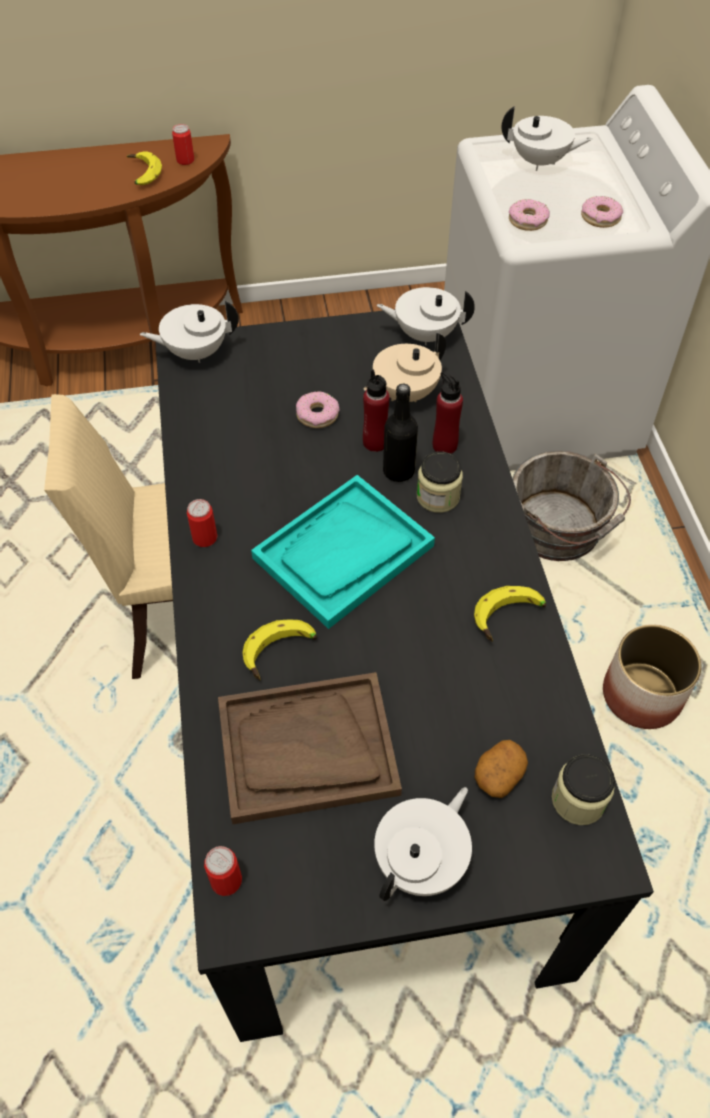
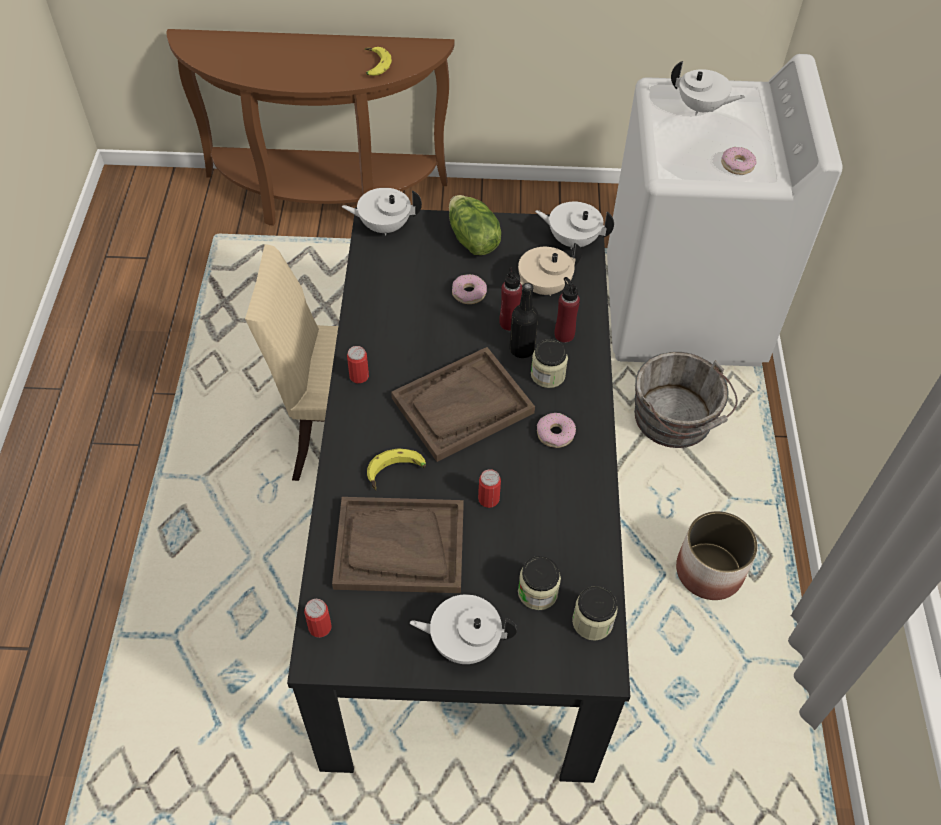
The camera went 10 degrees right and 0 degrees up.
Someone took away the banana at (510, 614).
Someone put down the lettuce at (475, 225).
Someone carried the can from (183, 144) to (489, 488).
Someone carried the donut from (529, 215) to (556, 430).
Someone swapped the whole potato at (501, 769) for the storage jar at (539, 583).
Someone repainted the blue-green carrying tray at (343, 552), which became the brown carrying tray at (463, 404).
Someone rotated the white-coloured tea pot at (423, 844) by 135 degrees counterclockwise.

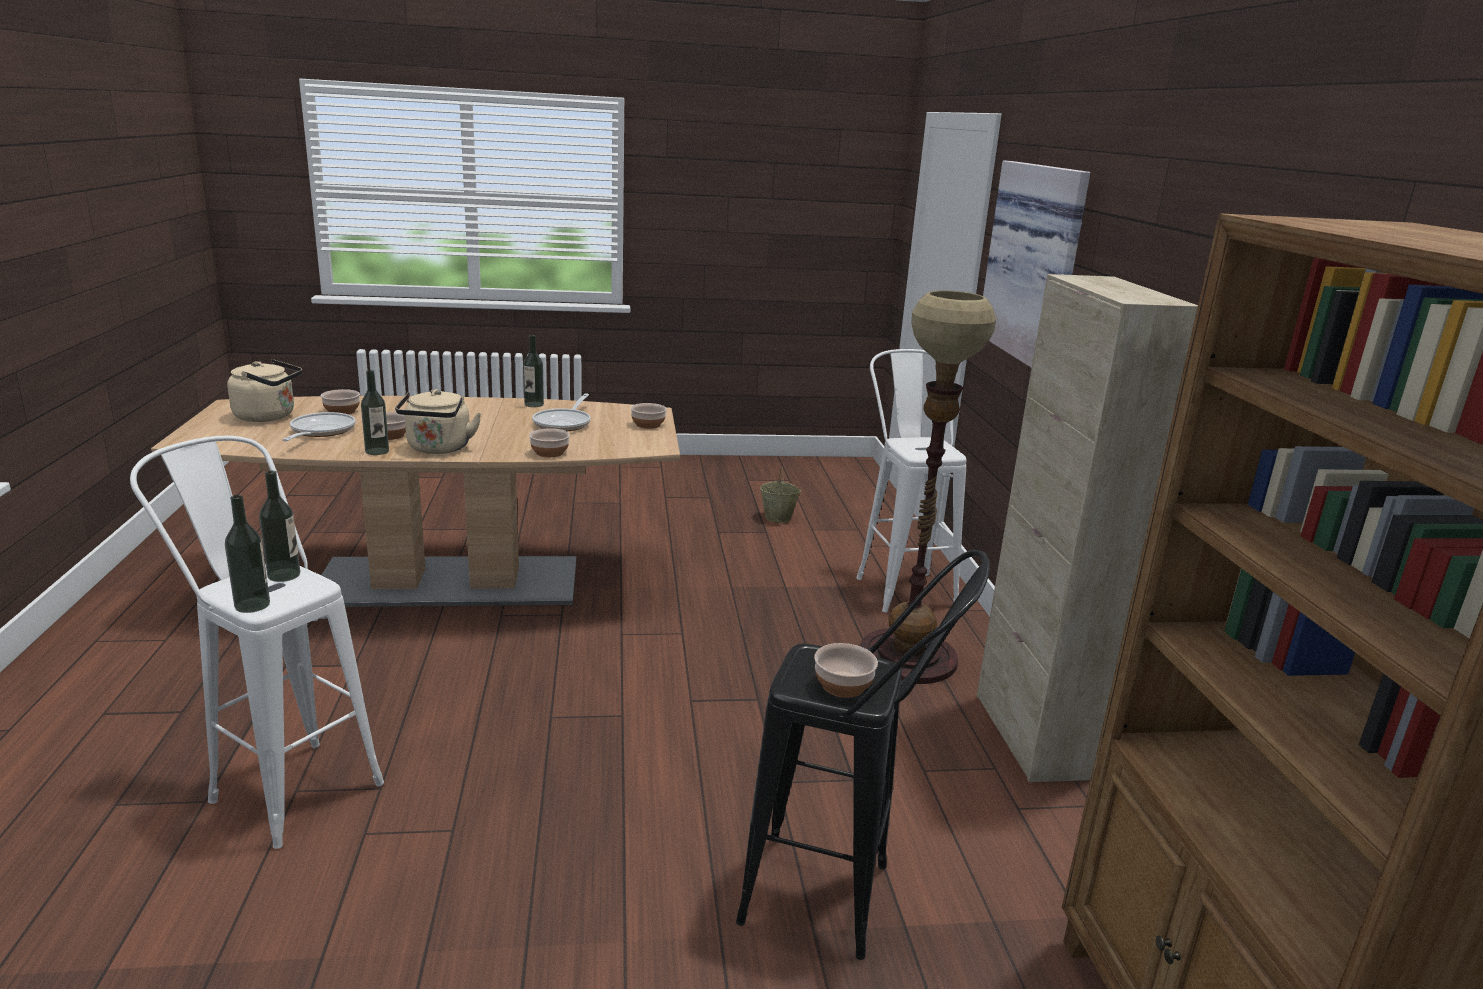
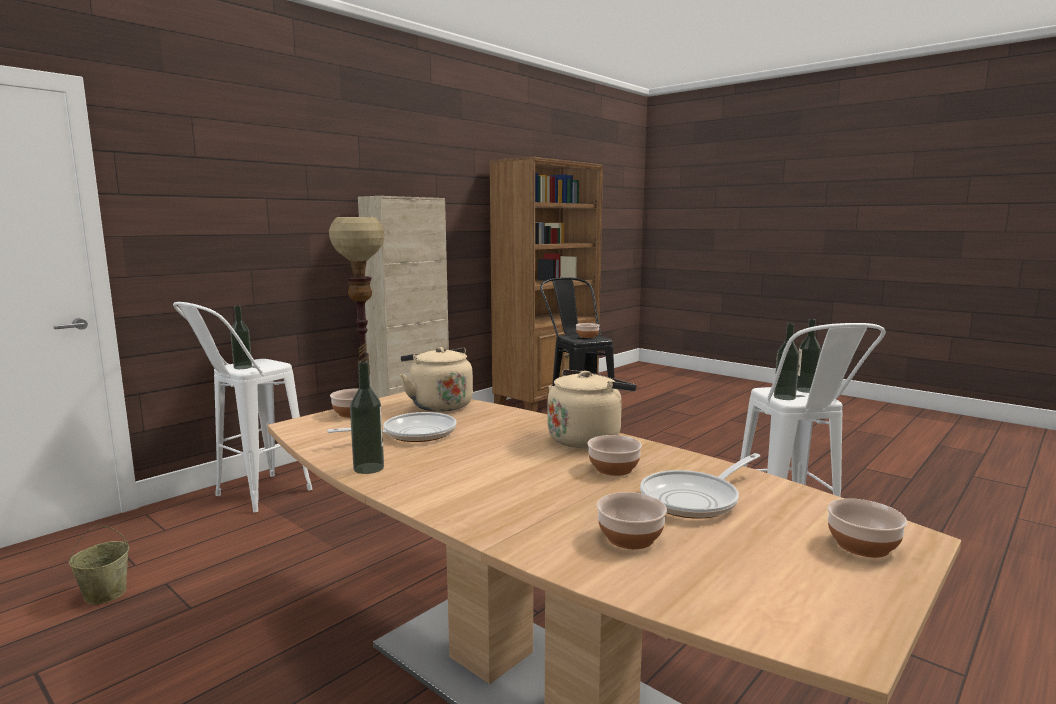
The camera went 130 degrees left and 10 degrees down.
Someone took away the picture at (1036, 264).
Someone carried the sand-coloured tea kettle from (264, 390) to (436, 379).
Someone carried the bottle from (375, 412) to (241, 337).
Someone carried the bowl from (549, 443) to (867, 528).

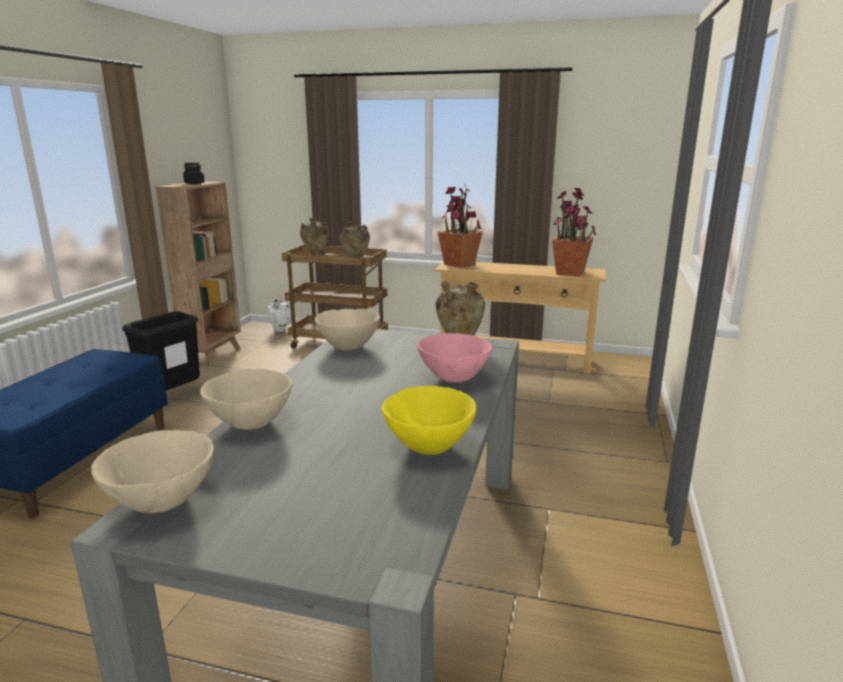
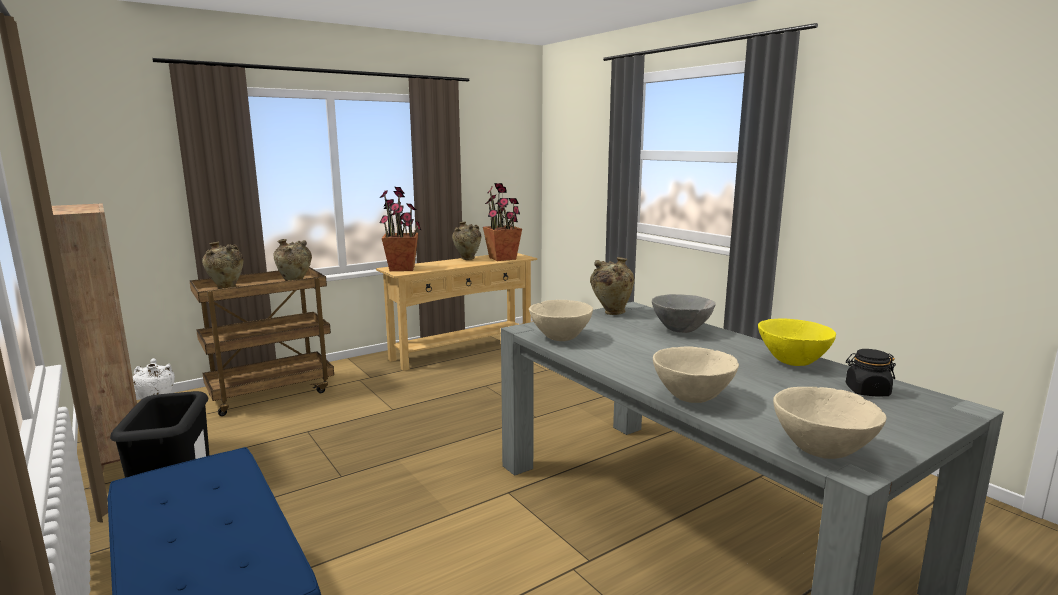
The camera went 50 degrees left and 5 degrees down.
Someone put down the sand-coloured flower vase at (466, 241).
Someone carried the black-coloured storage jar from (194, 173) to (871, 372).
Someone repainted the pinkish bowl at (454, 358), which became the grey bowl at (684, 313).

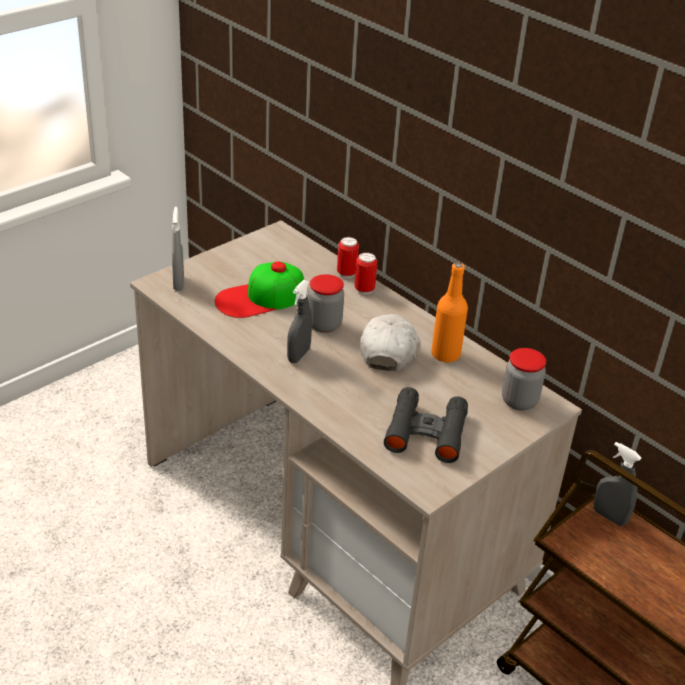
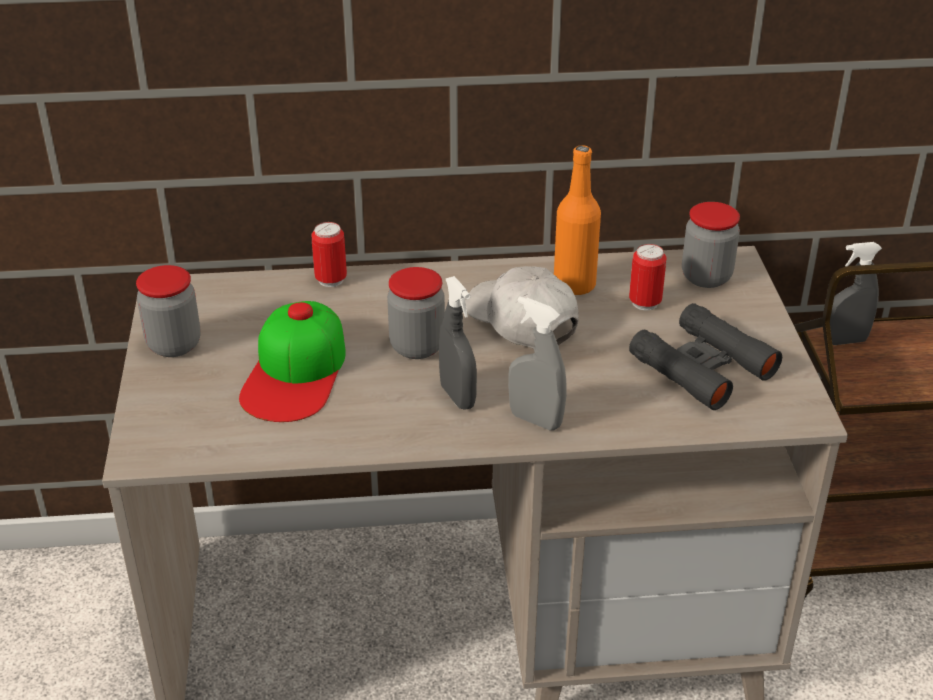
The camera went 50 degrees left and 0 degrees up.
Someone put down the storage jar at (168, 311).
Someone carried the grey hand sprayer from (178, 249) to (537, 363).
Someone carried the can from (365, 273) to (647, 277).

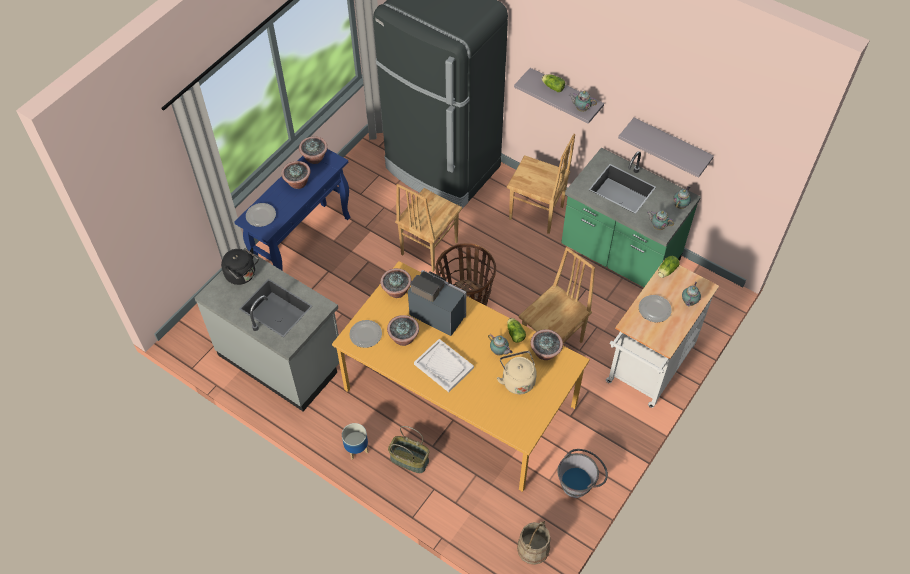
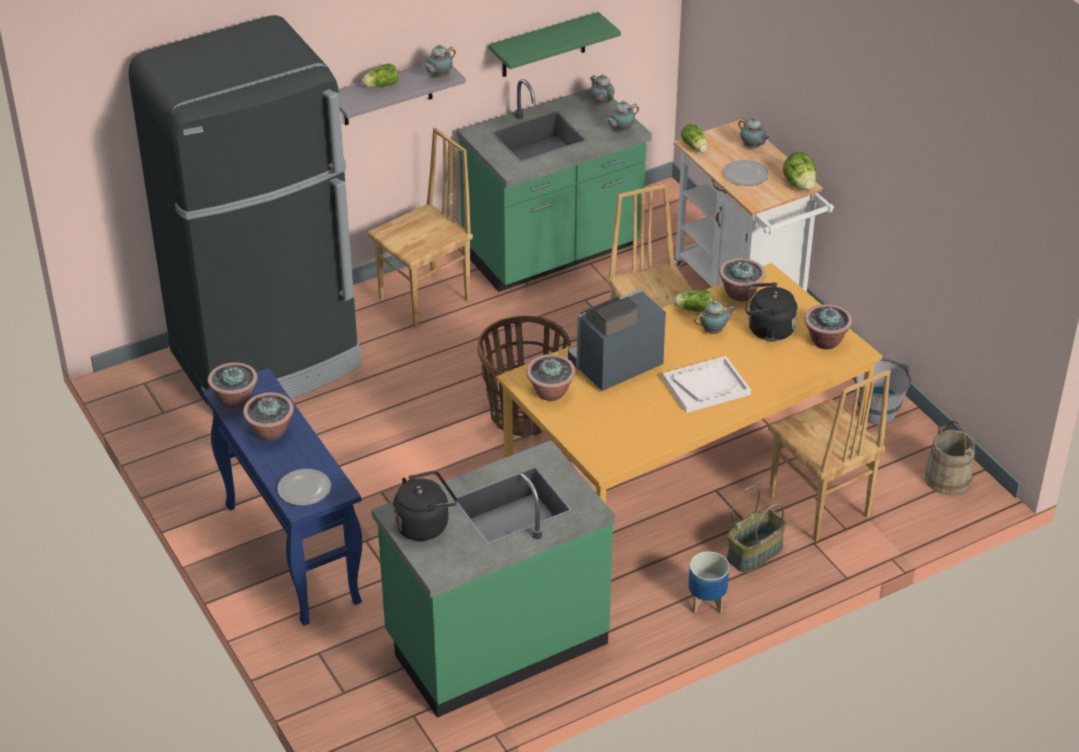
The camera went 65 degrees left and 15 degrees down.
Someone took away the dinner plate at (365, 334).
Someone put down the lettuce at (800, 171).
Someone carried the potted plant from (403, 330) to (828, 326).
Someone carried the brown plain chair from (428, 228) to (829, 456).
Someone repainted the grey kitchen counter at (267, 329), which became the greenish kitchen counter at (493, 579).
Someone repainted the sand-coloured tea kettle at (517, 372), which became the black-coloured tea kettle at (772, 311).
Someone repainted the grey wall shelf at (666, 148), which became the greenish wall shelf at (554, 44).

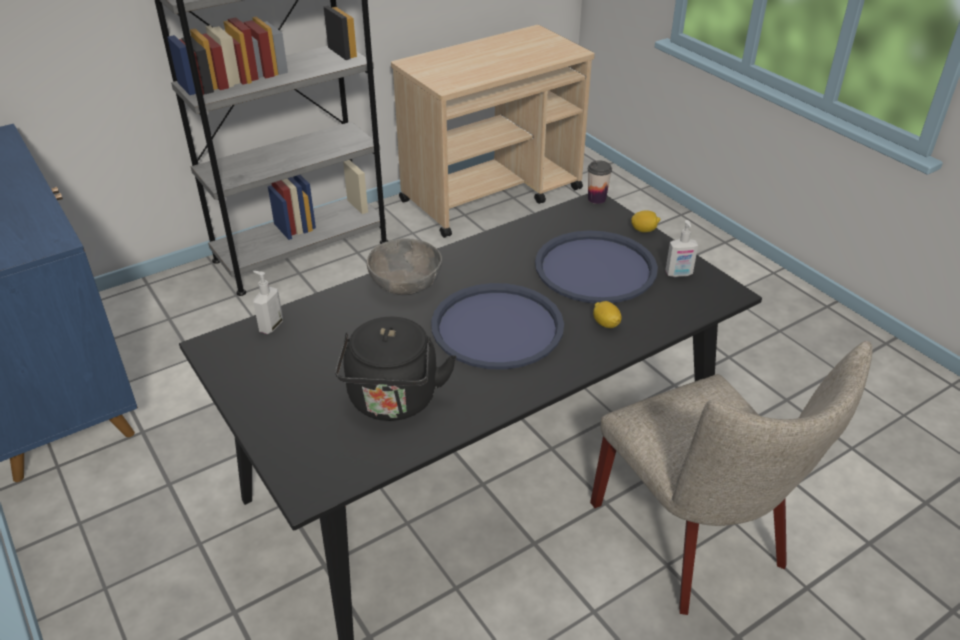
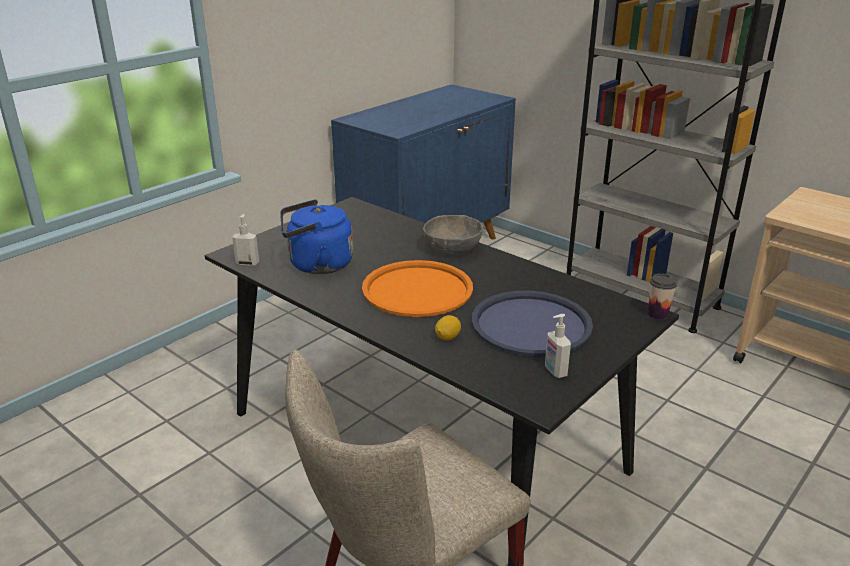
The camera went 75 degrees right and 10 degrees down.
Someone took away the citrus fruit at (646, 221).
Someone carried the liquid soap bottle from (268, 302) to (245, 240).
Someone repainted the black-coloured tea kettle at (396, 369), which became the bluish tea kettle at (316, 236).
Someone repainted the bluish carrying tray at (497, 326), which became the orangey carrying tray at (417, 288).

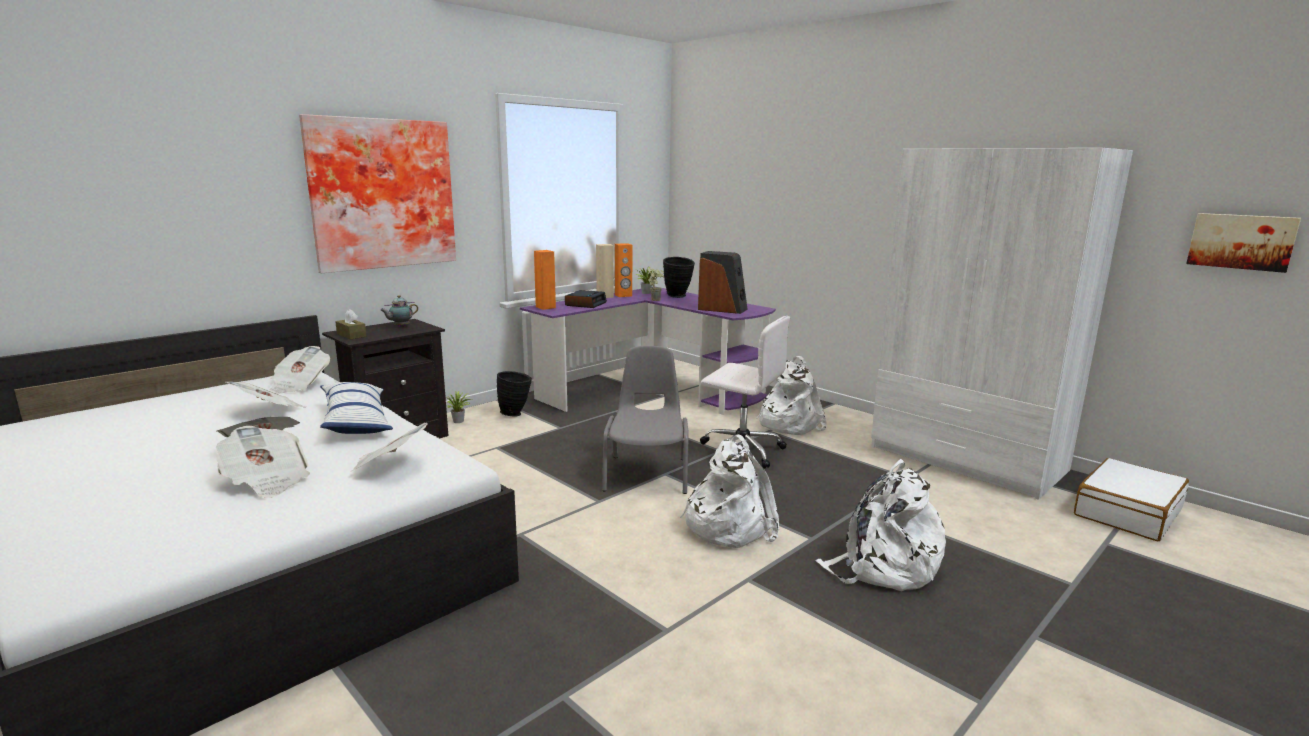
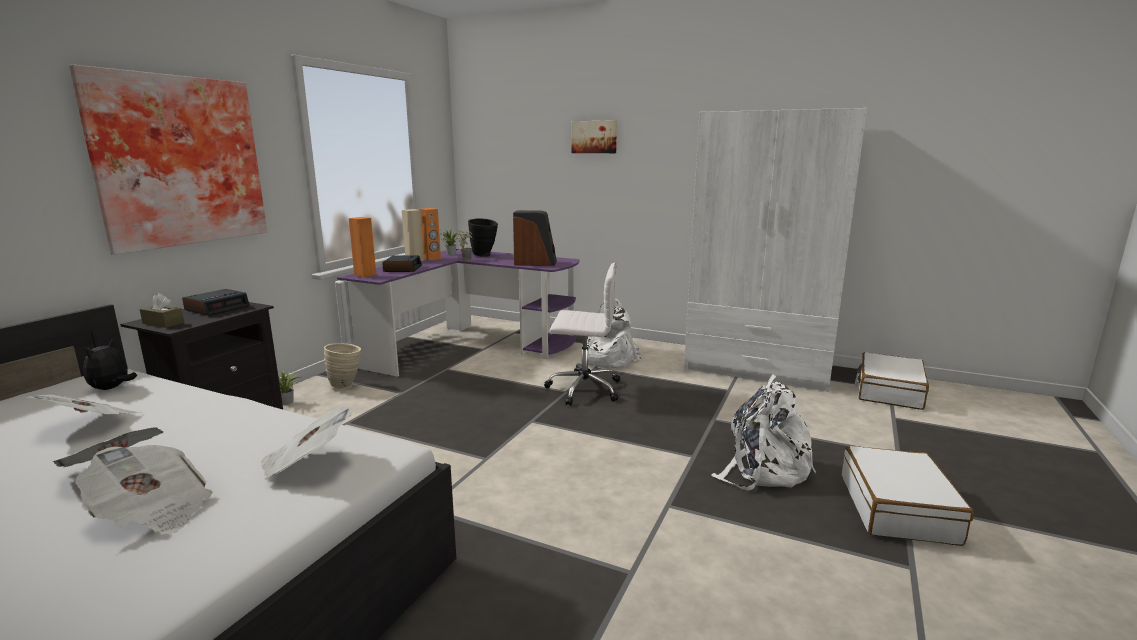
The camera went 20 degrees left and 0 degrees up.
Someone took away the throw pillow at (356, 408).
Someone took away the grey plain chair at (645, 420).
Someone took away the white-coloured backpack at (730, 491).
Someone put down the white-coloured suitcase at (908, 496).
Someone carried the picture from (1243, 243) to (594, 136).
Someone swapped the printed paper at (299, 370) for the plush toy at (110, 364).
Someone swapped the tea pot at (399, 311) for the alarm clock at (216, 302).
Someone repainted the black-coloured flower vase at (514, 394), which became the sand-coloured flower vase at (342, 366).

